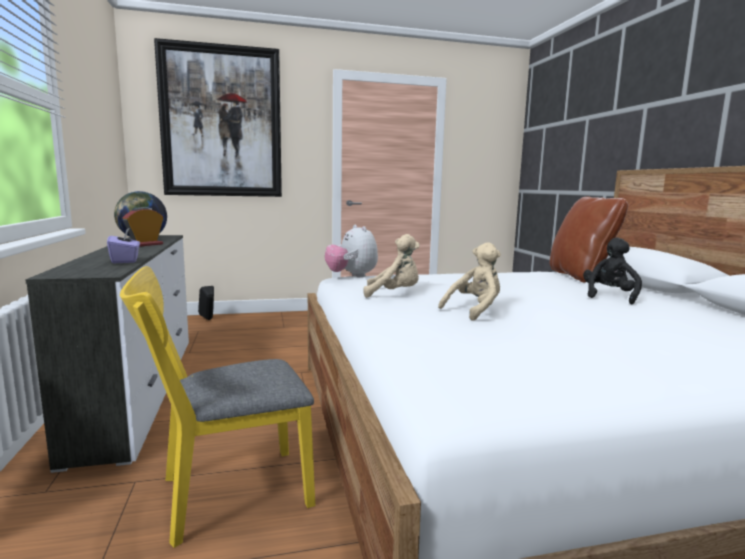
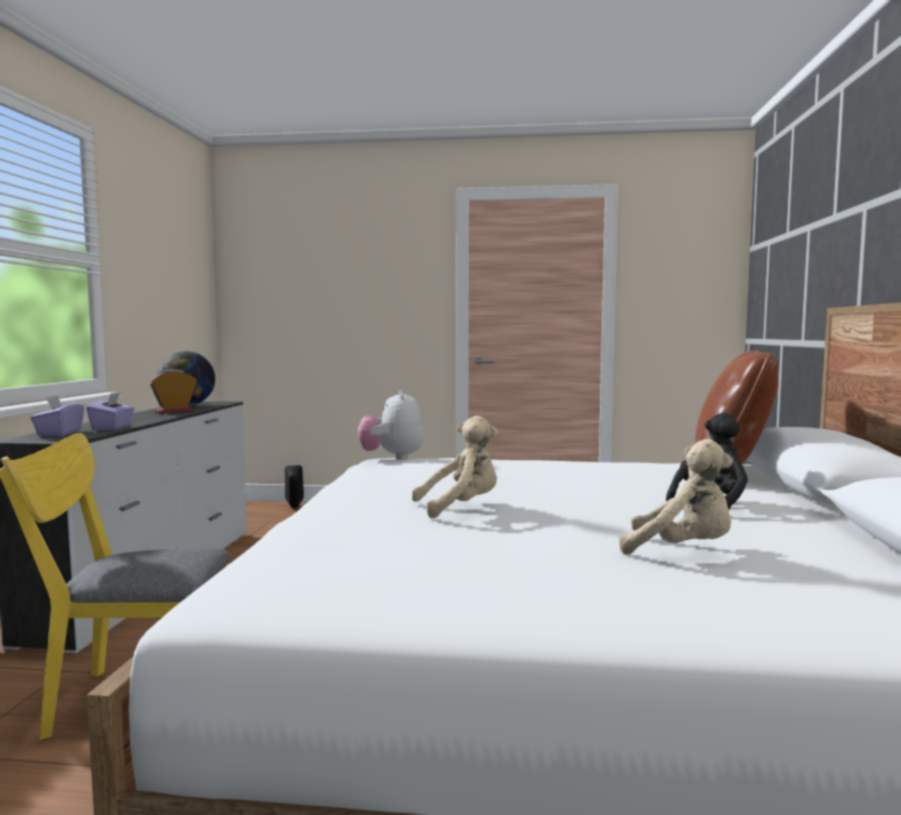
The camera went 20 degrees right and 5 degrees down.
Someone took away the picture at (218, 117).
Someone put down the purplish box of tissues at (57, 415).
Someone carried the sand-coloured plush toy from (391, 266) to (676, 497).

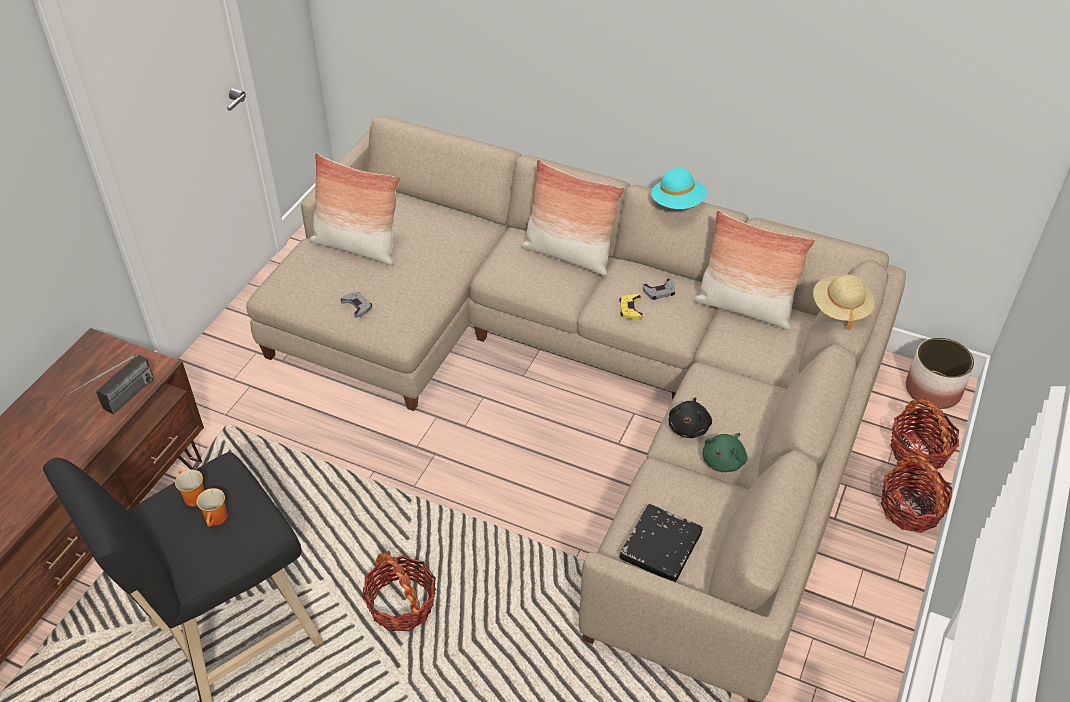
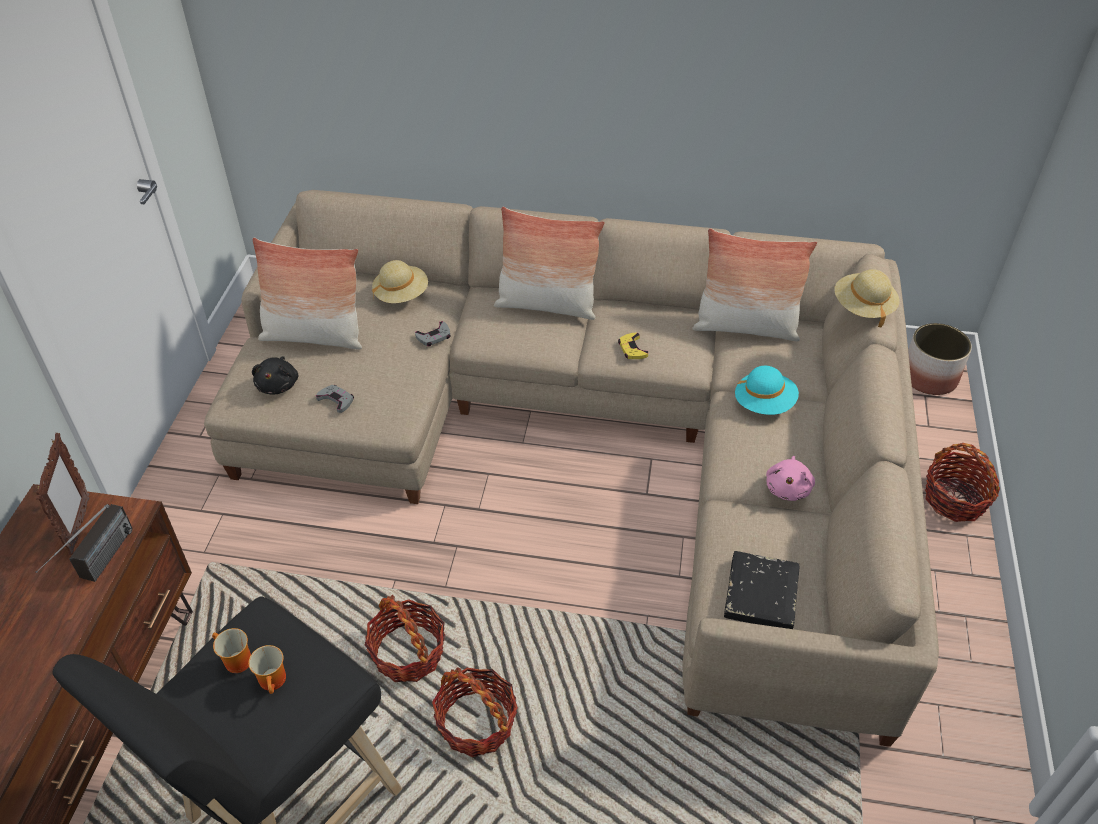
The camera went 15 degrees left and 0 degrees up.
Someone put down the standing frame at (63, 494).
Someone put down the sand-coloured wearable hat at (400, 281).
Someone carried the grey game controller from (659, 289) to (433, 333).
Someone carried the blue-green wearable hat from (679, 188) to (767, 390).
Someone carried the black-coloured plush toy from (690, 418) to (275, 375).
Someone carried the storage basket from (924, 433) to (405, 638).
Someone repainted the greenish plush toy at (725, 452), which became the pinkish plush toy at (790, 478).

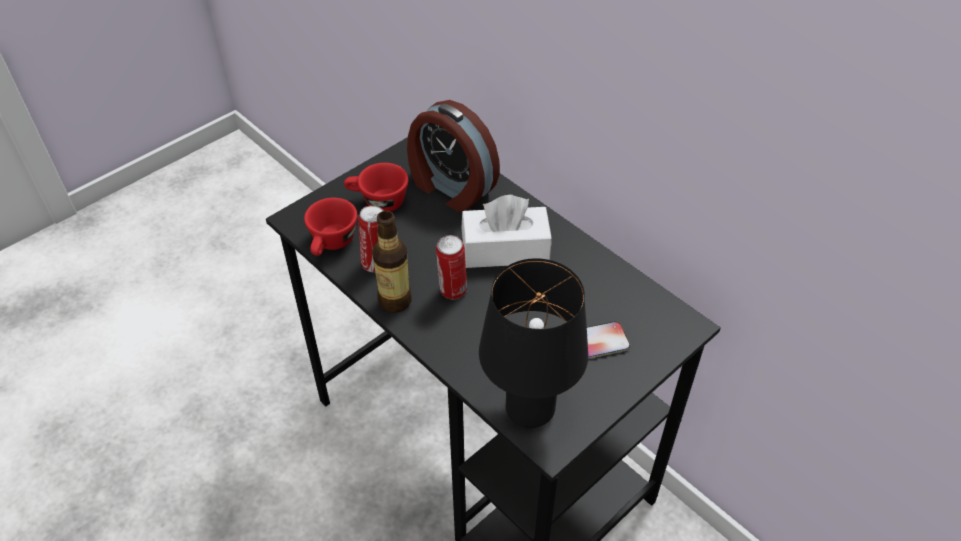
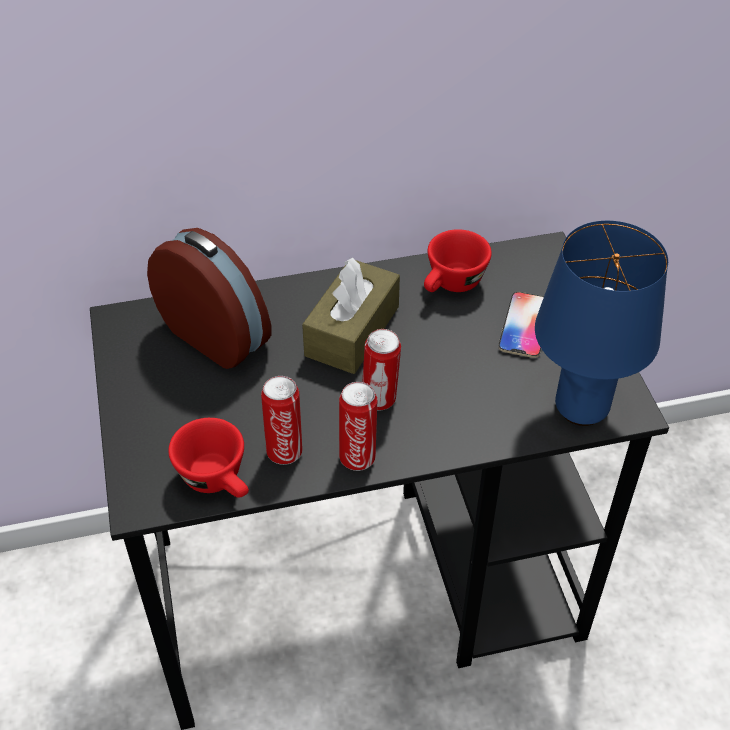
The camera went 60 degrees left and 0 degrees up.
Someone carried the red drinking cup from (376, 187) to (458, 260).
Someone swapped the bottle at (391, 262) for the can at (358, 426).
Someone repainted the white-coloured box of tissues at (507, 231), which became the brown box of tissues at (351, 316).
Someone repainted the black-coloured table lamp at (533, 343), which became the bluish table lamp at (601, 323).
Someone rotated the alarm clock at (453, 156) by 120 degrees counterclockwise.

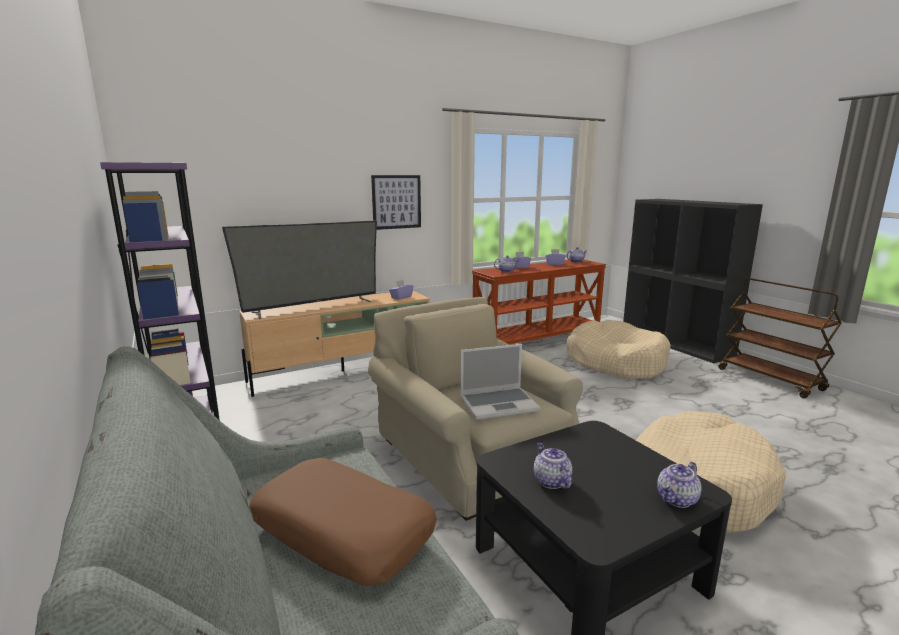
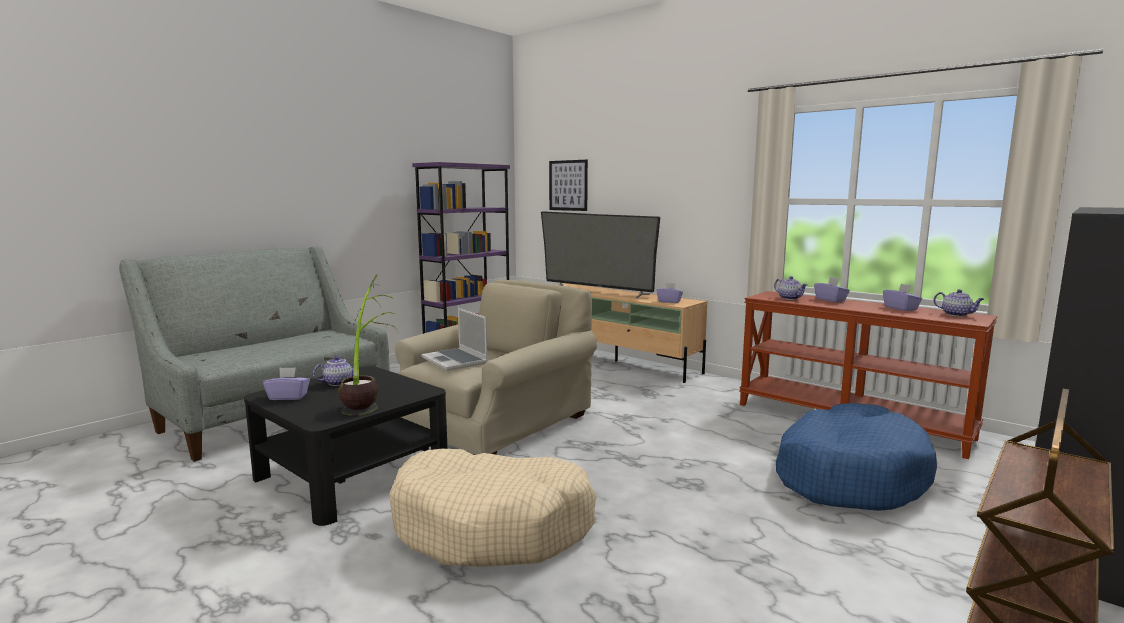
The camera went 70 degrees right and 5 degrees down.
Someone took away the brown throw pillow at (343, 522).
Someone took away the tea pot at (679, 485).
Someone put down the purplish box of tissues at (286, 383).
Someone put down the potted plant at (368, 345).
Someone carried the picture from (396, 202) to (568, 185).
Someone repainted the sand-coloured dog bed at (619, 349), which became the bluish dog bed at (856, 457).

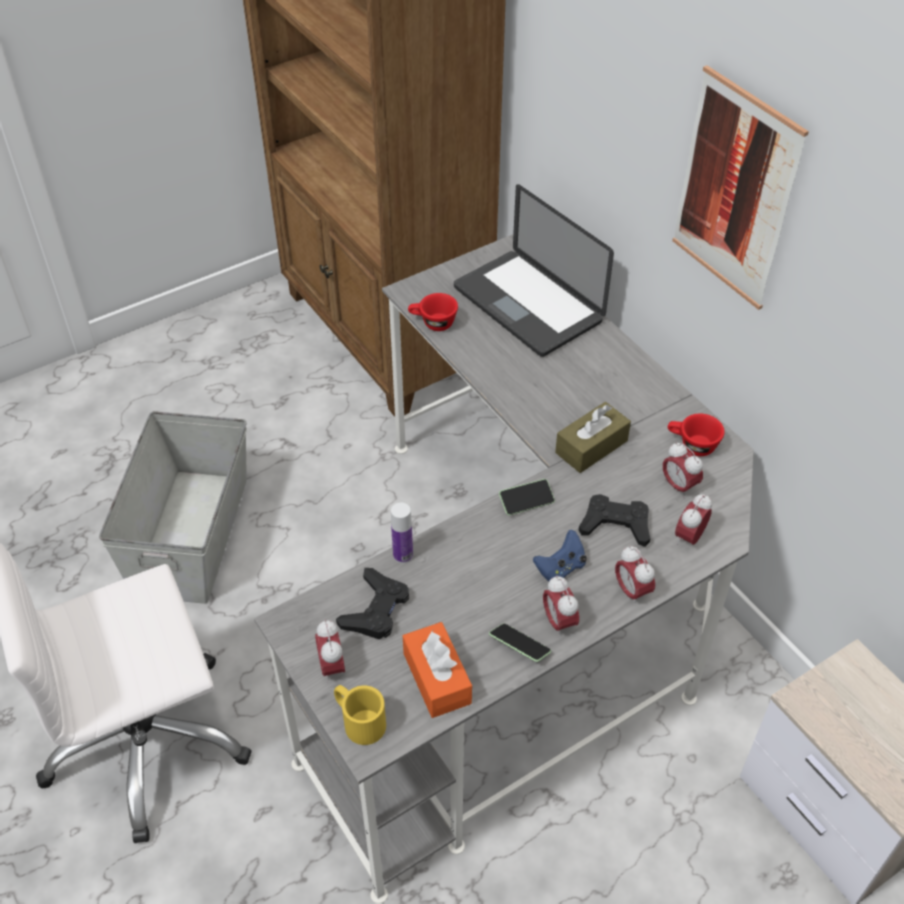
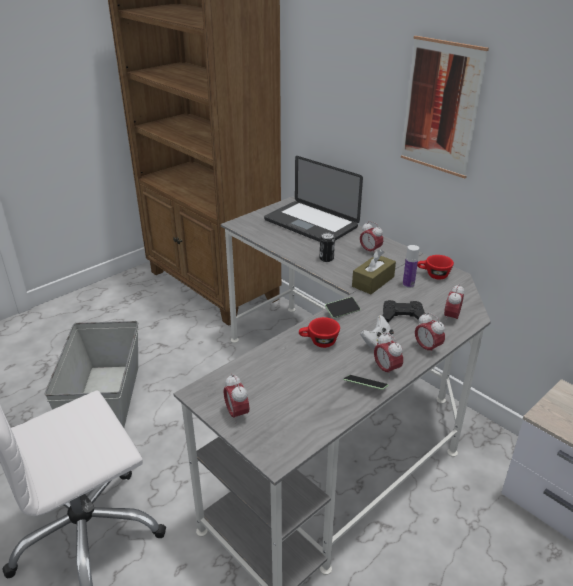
The camera went 10 degrees left and 15 degrees down.
Someone took away the yellow-coloured tea mug at (360, 715).
Someone took away the black-coloured game controller at (372, 604).
Someone took away the orangey box of tissues at (437, 670).
Someone put down the can at (327, 247).
Someone carried the bottle from (402, 533) to (411, 266).
Someone carried the red drinking cup from (433, 312) to (319, 332).
Someone carried the alarm clock from (683, 470) to (371, 237).
Someone repainted the bluish game controller at (560, 556), which became the white-coloured game controller at (377, 332).

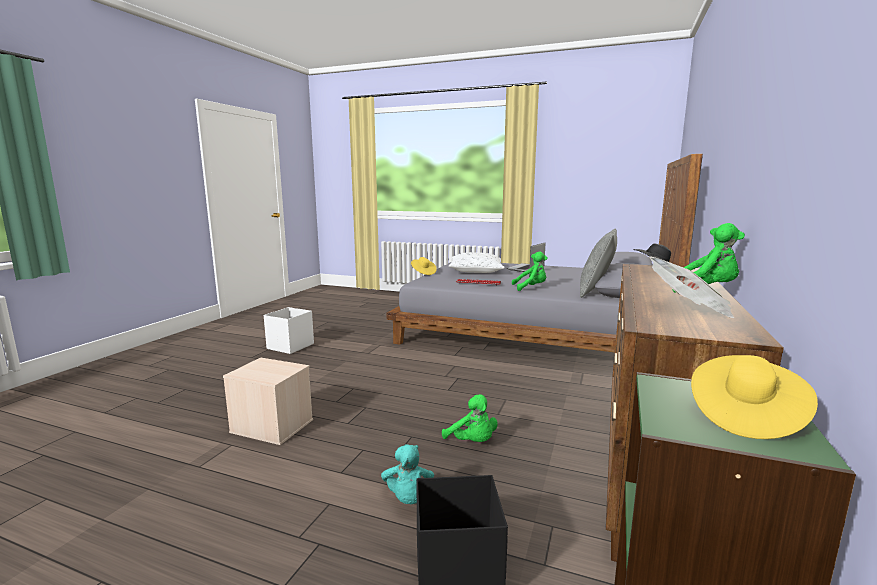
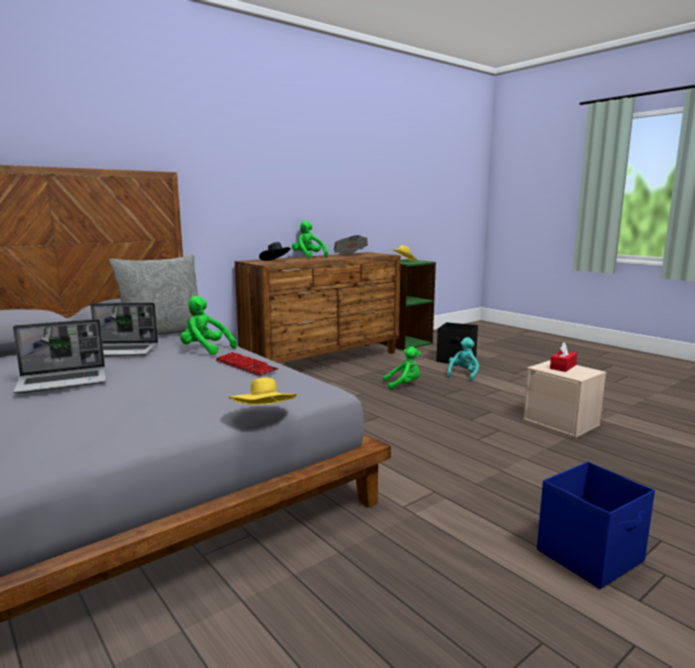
The camera went 150 degrees left and 0 degrees up.
Someone took away the white-coloured throw pillow at (477, 262).
Someone put down the portable computer at (124, 329).
Someone put down the red box of tissues at (563, 357).
Someone repainted the white-coloured storage bin at (289, 330), which became the bluish storage bin at (596, 525).
Someone rotated the greenish plush toy at (470, 418) by 90 degrees clockwise.

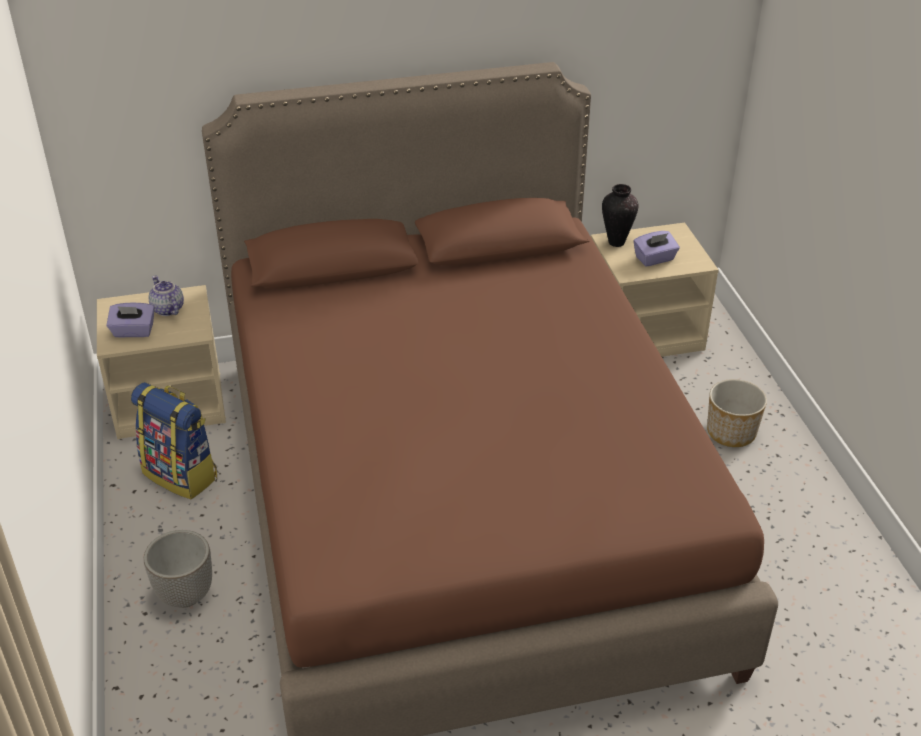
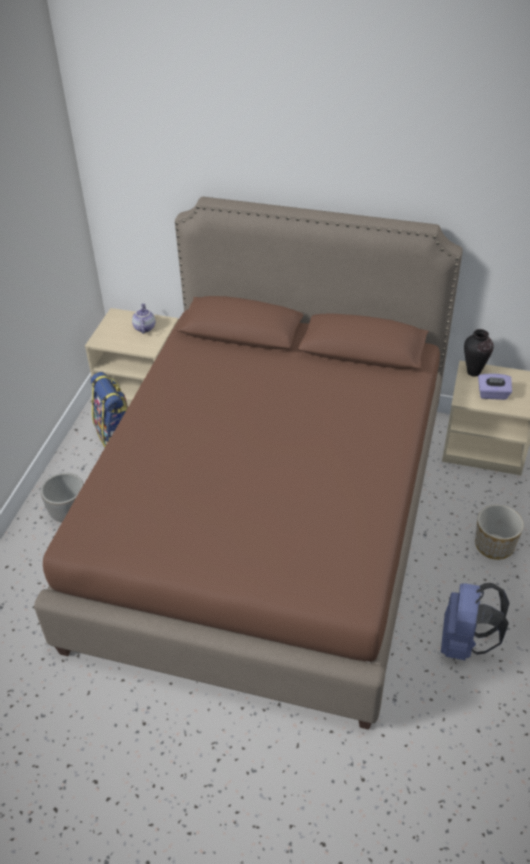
The camera went 30 degrees right and 5 degrees up.
Someone took away the purplish box of tissues at (130, 320).
Someone put down the bluish backpack at (475, 621).

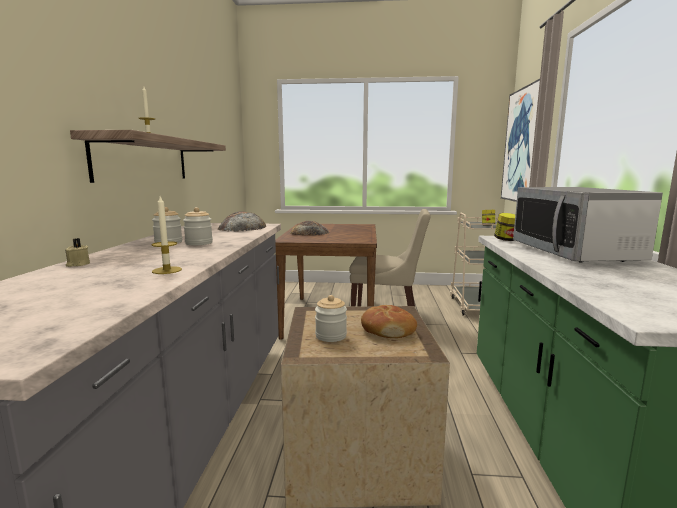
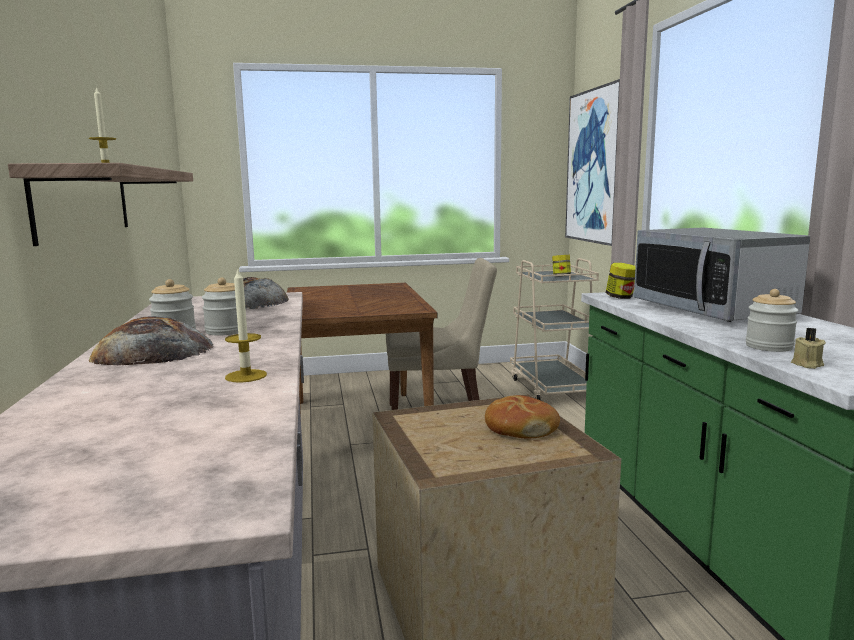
The camera went 15 degrees left and 0 degrees up.
Someone carried the sand-coloured wax candle from (77, 252) to (808, 348).
Someone carried the bakery bread from (309, 228) to (151, 340).
Someone carried the storage jar from (331, 318) to (772, 320).

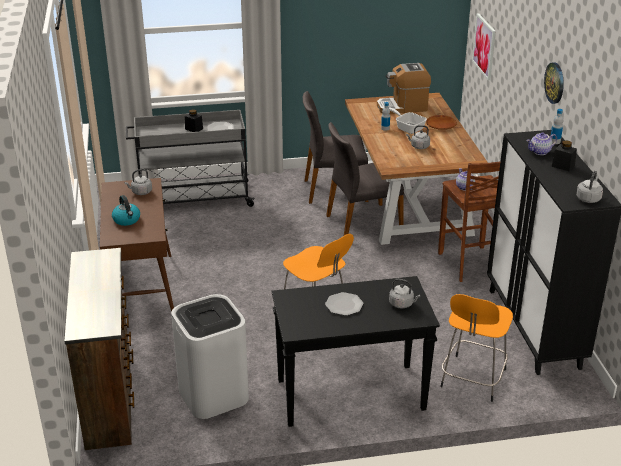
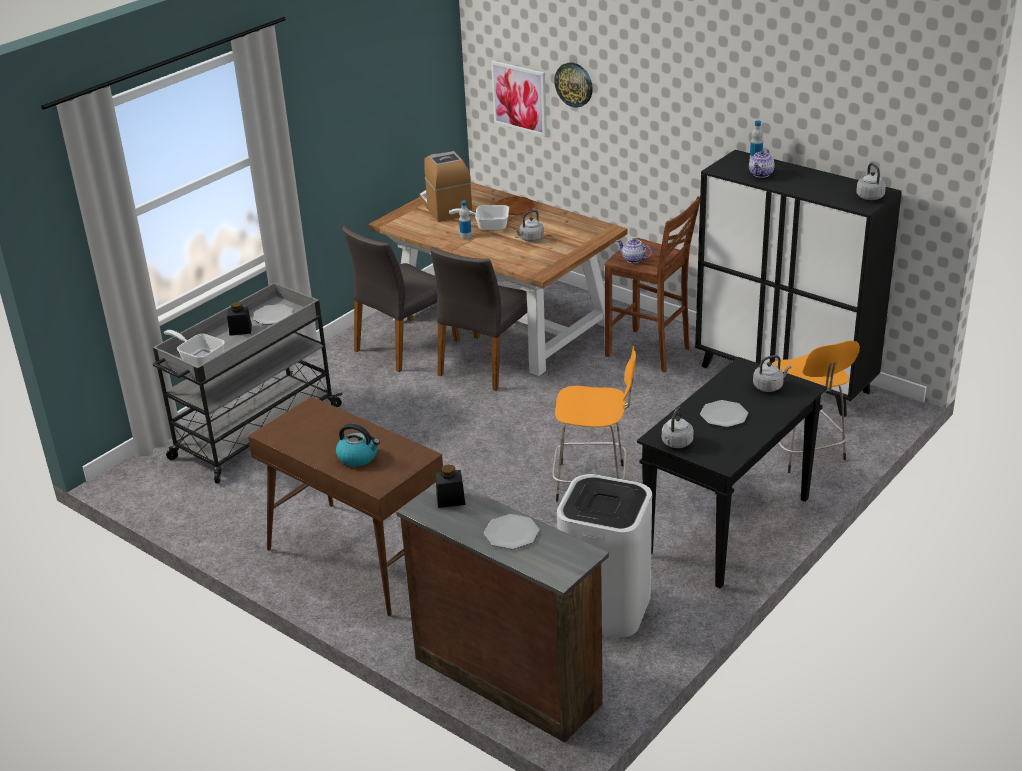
The camera went 40 degrees left and 0 degrees up.
Someone put down the frying pan at (194, 348).
Someone put down the dinner plate at (511, 531).
Someone carried the grey tea kettle from (138, 182) to (678, 427).
Someone carried the clock on the wall from (554, 83) to (573, 85).
Someone carried the black-coloured storage jar from (564, 156) to (450, 486).
Someone rotated the coffee maker at (404, 88) by 120 degrees clockwise.

